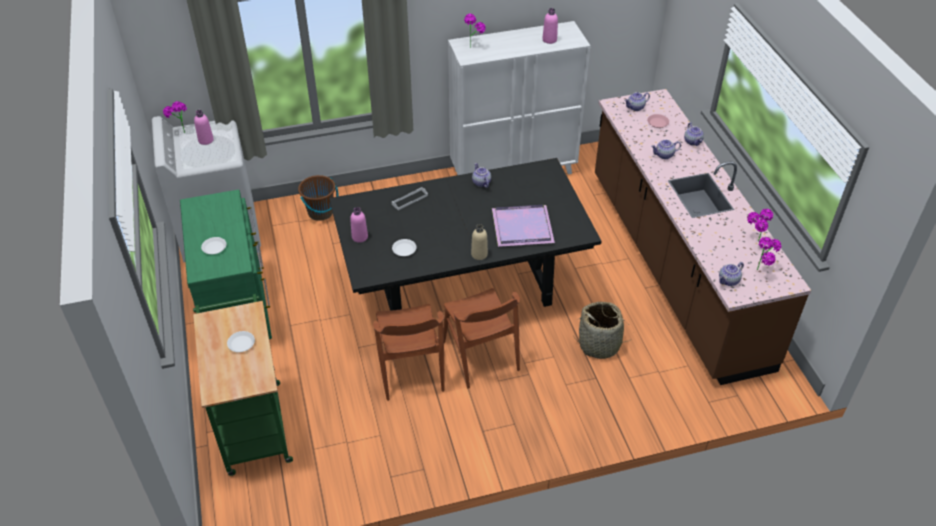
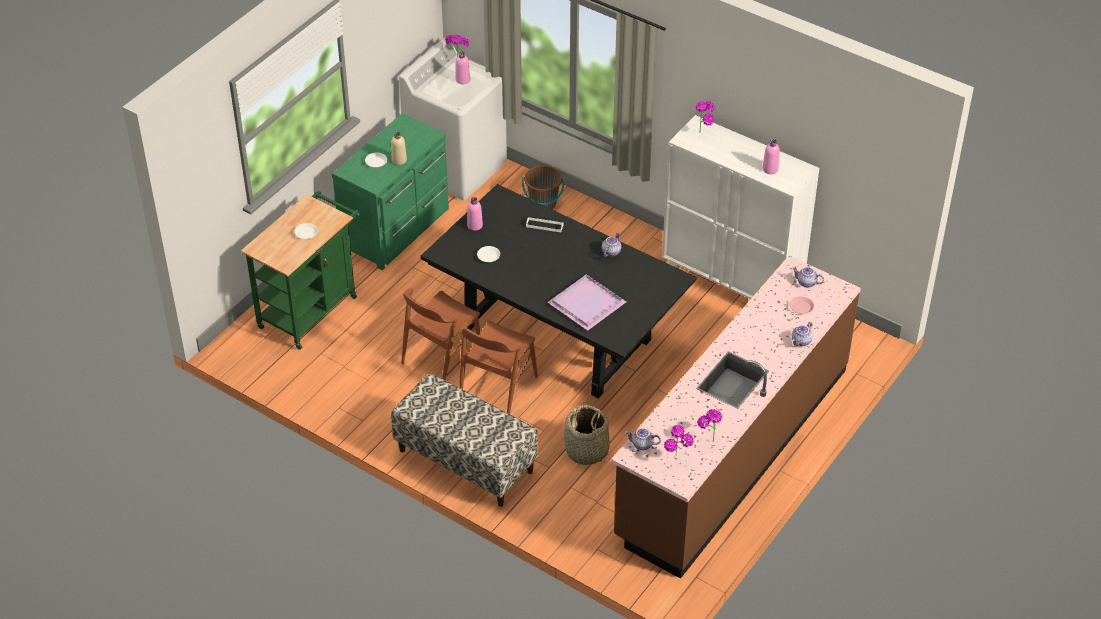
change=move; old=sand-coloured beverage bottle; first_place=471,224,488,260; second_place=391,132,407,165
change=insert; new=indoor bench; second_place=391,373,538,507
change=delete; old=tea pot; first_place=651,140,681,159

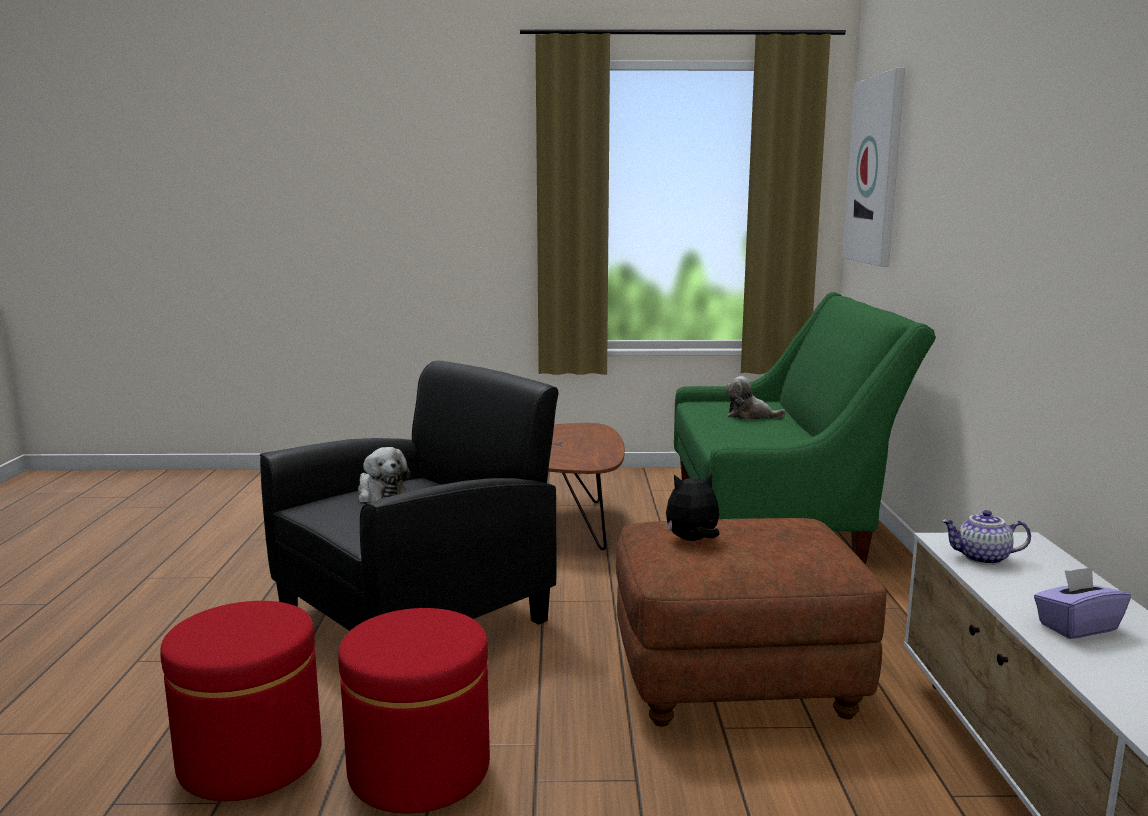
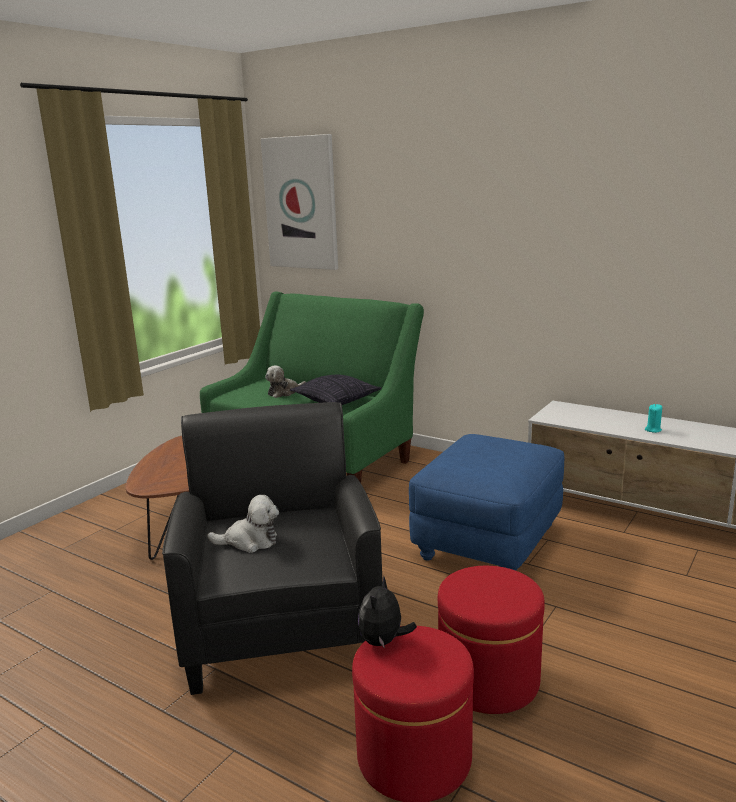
change=insert; new=cushion; second_place=290,375,382,405
change=move; old=plush toy; first_place=666,472,720,541; second_place=358,576,417,648
change=recolor; old=brownish pouffe; new=blue-coloured pouffe; first_place=616,518,886,727; second_place=409,434,564,571
change=replace; old=purplish tissue holder; new=turquoise wax candle; first_place=1034,567,1131,639; second_place=645,404,662,433
change=delete; old=tea pot; first_place=941,510,1031,565

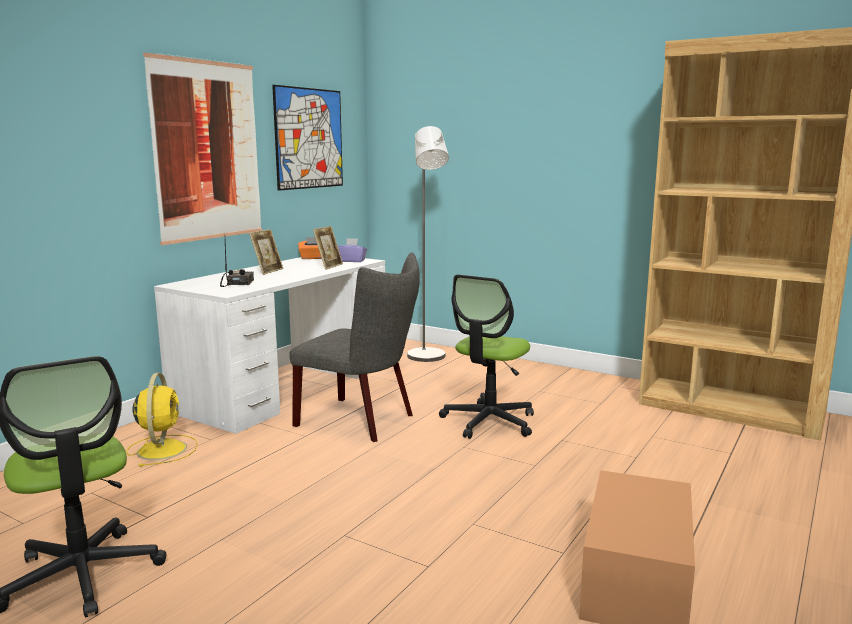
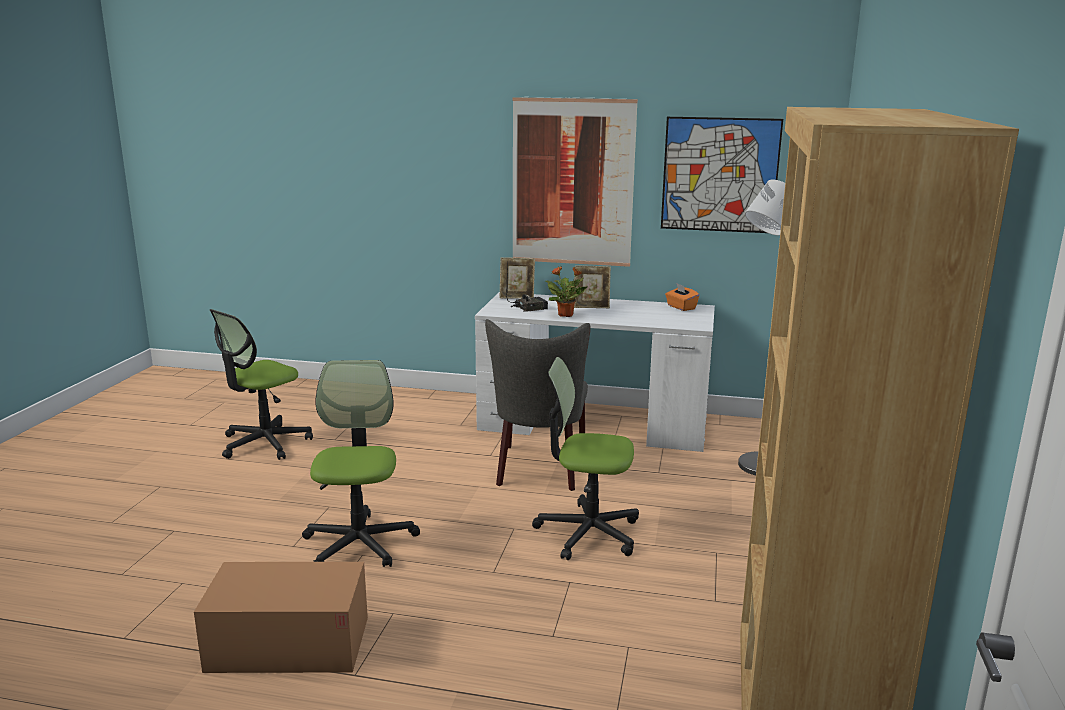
change=insert; new=office chair; second_place=302,360,420,567
change=move; old=standing frame; first_place=313,226,343,270; second_place=500,257,535,299
change=insert; new=houseplant; second_place=546,266,587,317
change=delete; old=yellowish electric fan; first_place=127,373,198,467
change=delete; old=purplish tissue holder; first_place=338,238,367,262

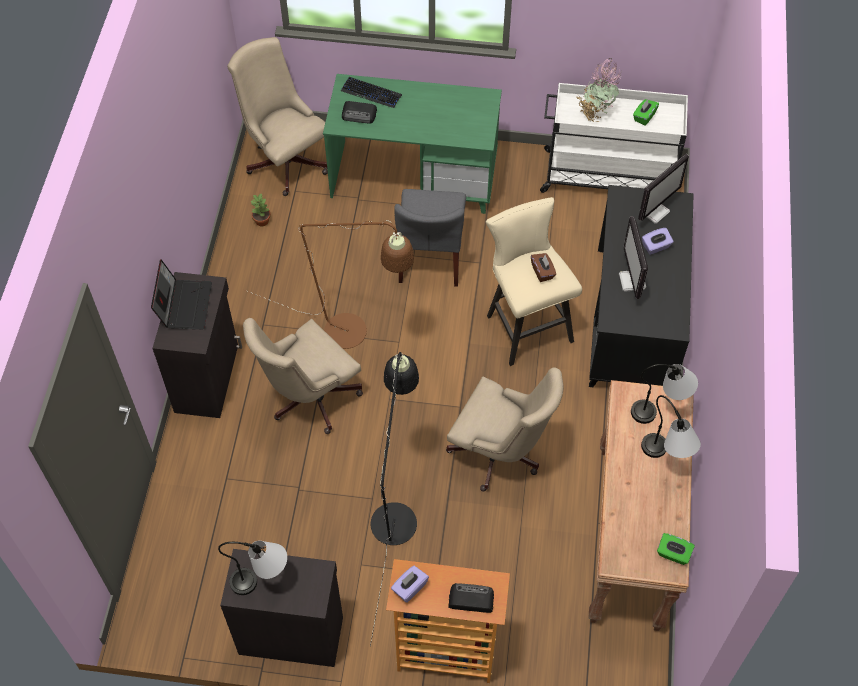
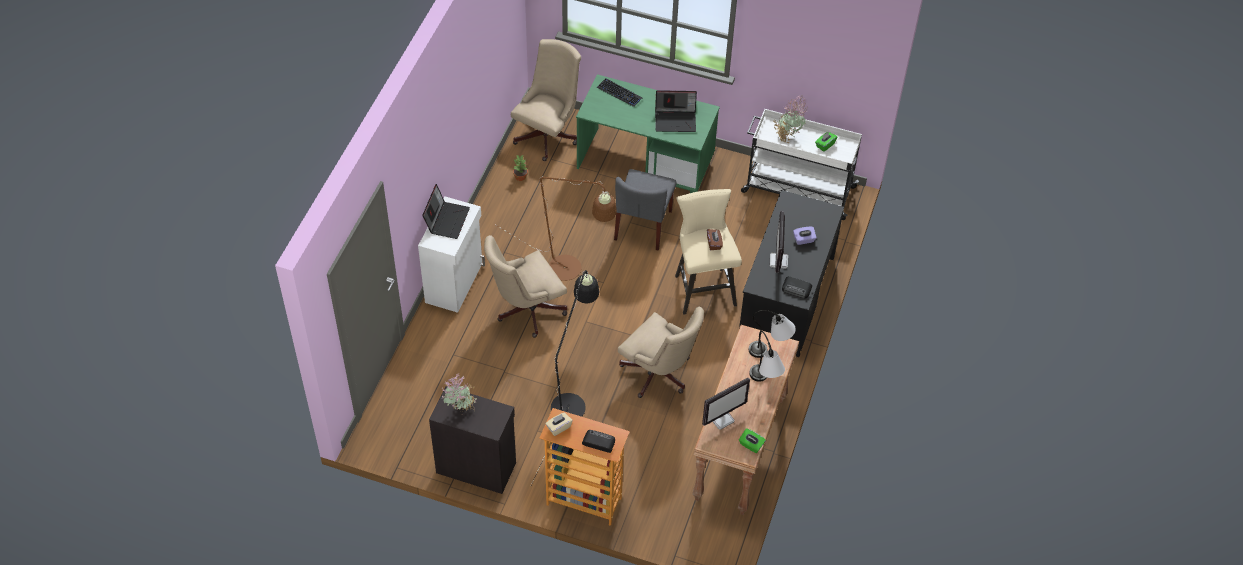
change=recolor; old=black-coloured cabinet; new=white cabinet; first_place=152,272,242,418; second_place=418,197,485,313
change=replace; old=table lamp; new=houseplant; first_place=218,541,287,595; second_place=441,374,477,411
change=rotate; old=sand-coloured office chair; first_place=227,37,328,196; second_place=511,39,581,161; degrees=60
change=recolor; old=purplish tissue holder; new=sand-coloured tissue holder; first_place=391,566,429,603; second_place=545,412,573,436
change=insert; new=laptop; second_place=655,90,697,132
change=move; old=computer display; first_place=638,154,689,223; second_place=702,378,750,430
change=move; old=radio receiver; first_place=342,101,377,124; second_place=782,276,812,298

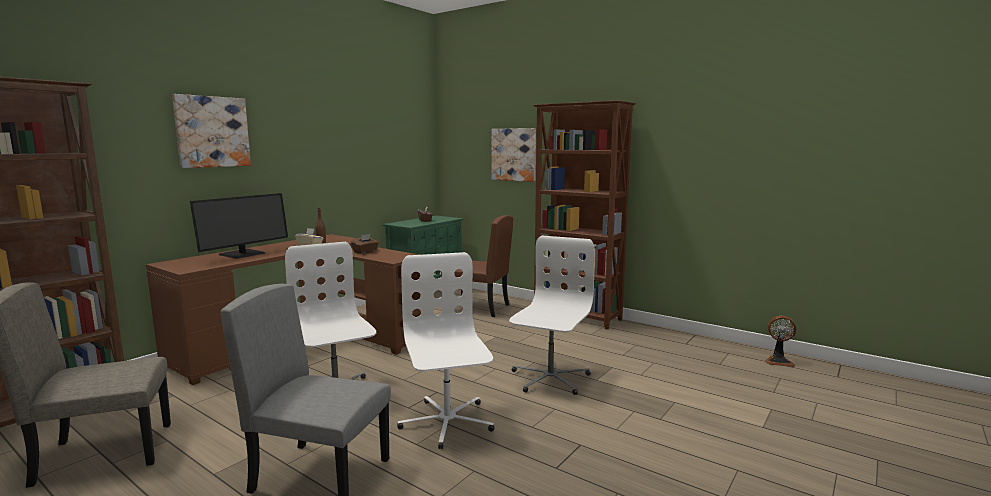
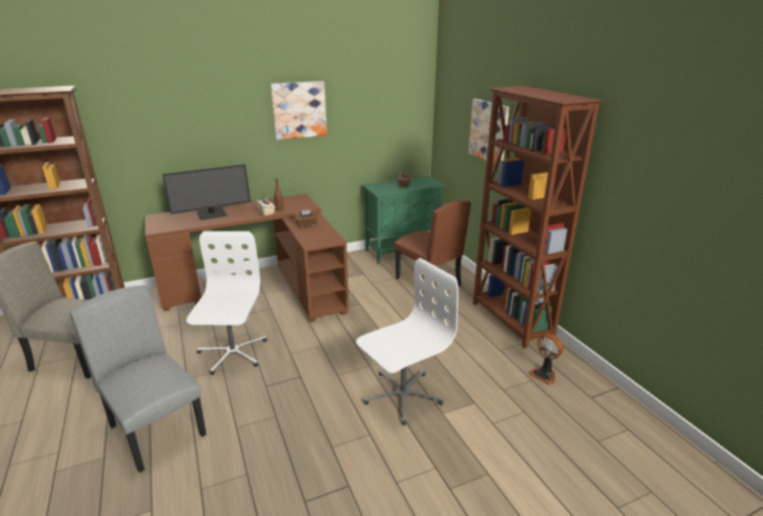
change=move; old=picture; first_place=172,94,251,168; second_place=270,81,327,140
change=move; old=electric fan; first_place=765,316,796,367; second_place=529,334,563,385
change=delete; old=white office chair; first_place=397,252,495,449

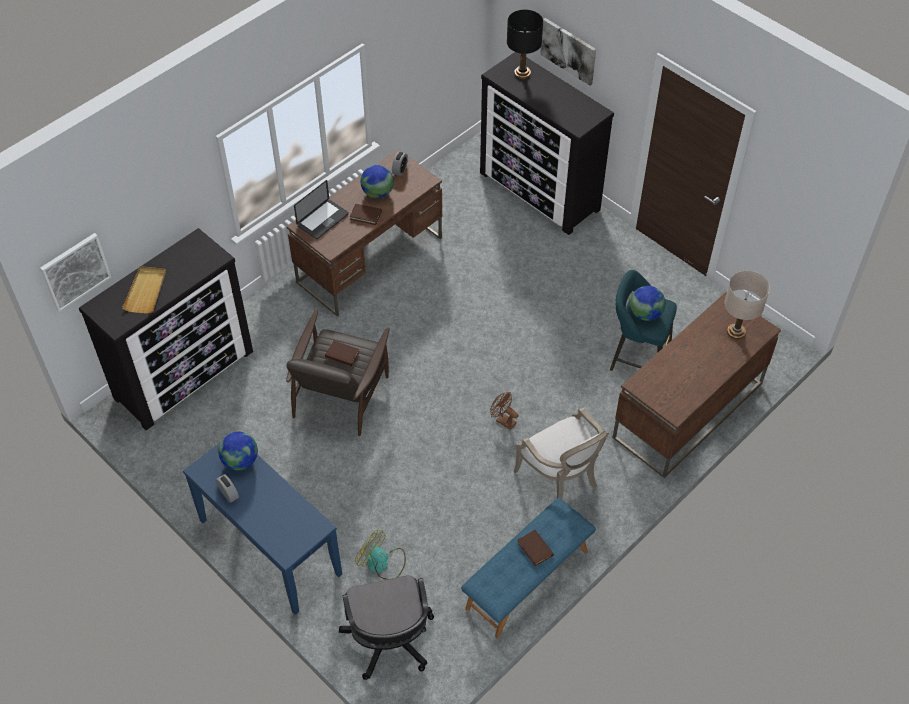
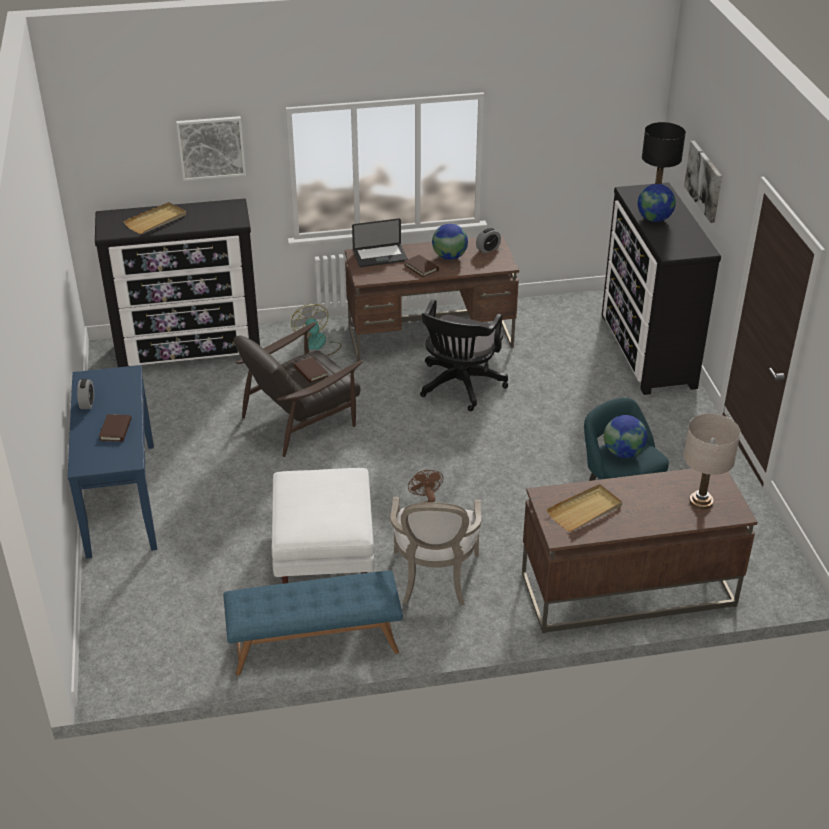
change=move; old=brownish book; first_place=517,530,554,566; second_place=99,414,132,442
change=move; old=picture; first_place=40,233,111,312; second_place=176,116,246,181
change=insert; new=white pouffe; second_place=272,468,374,584
change=move; old=electric fan; first_place=355,530,406,580; second_place=291,304,342,356
change=move; old=black-coloured office chair; first_place=339,575,434,680; second_place=420,299,508,411
change=insert; new=sand-coloured carrying tray; second_place=547,484,622,532
change=move; old=desk globe; first_place=218,431,258,470; second_place=637,184,676,222

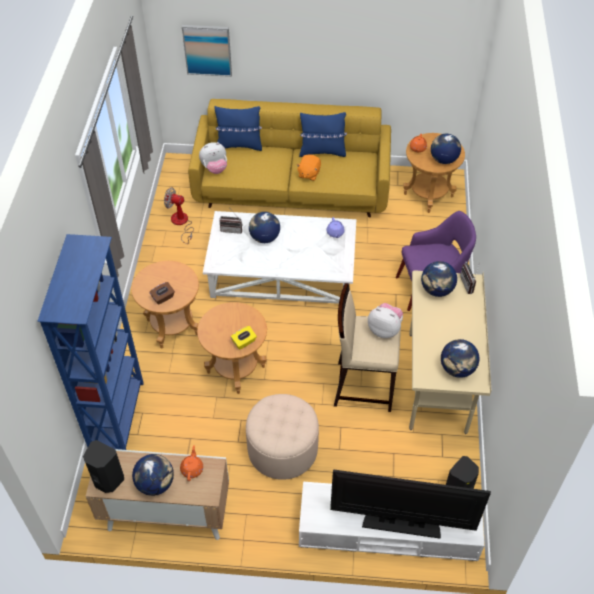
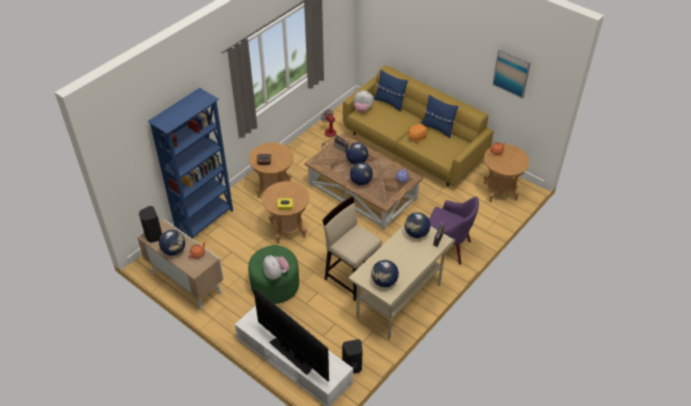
change=recolor; old=sand-coloured pouffe; new=greenish pouffe; first_place=246,394,319,480; second_place=248,245,299,304
change=move; old=plush toy; first_place=368,303,403,338; second_place=263,255,290,280
change=recolor; old=white coffee table; new=brownish coffee table; first_place=203,211,356,304; second_place=305,133,423,230
change=move; old=desk globe; first_place=431,134,461,164; second_place=350,162,373,185
change=move; old=picture; first_place=182,25,232,77; second_place=492,49,531,98

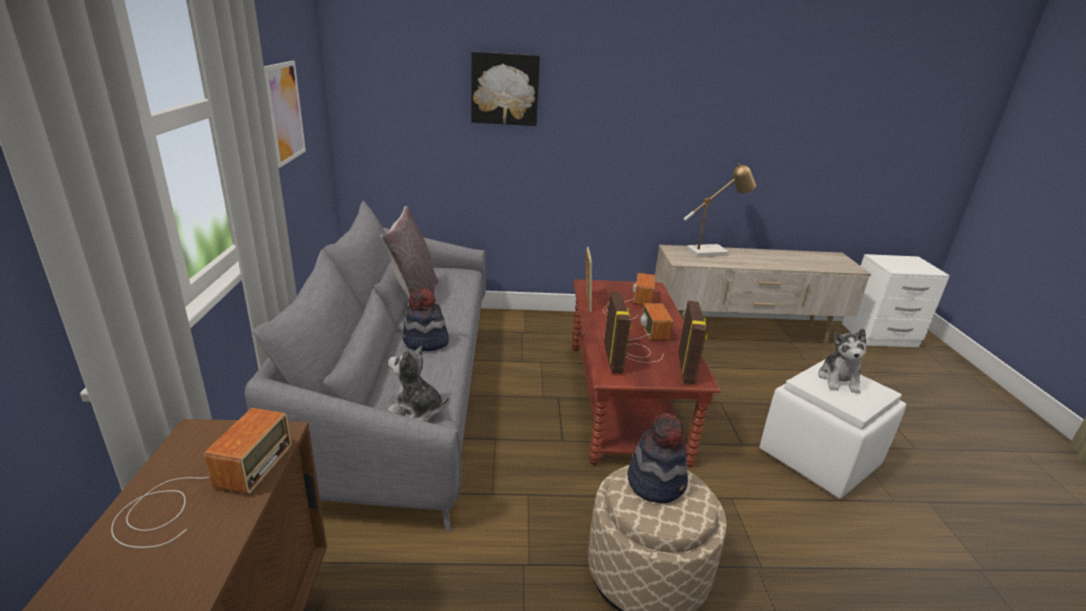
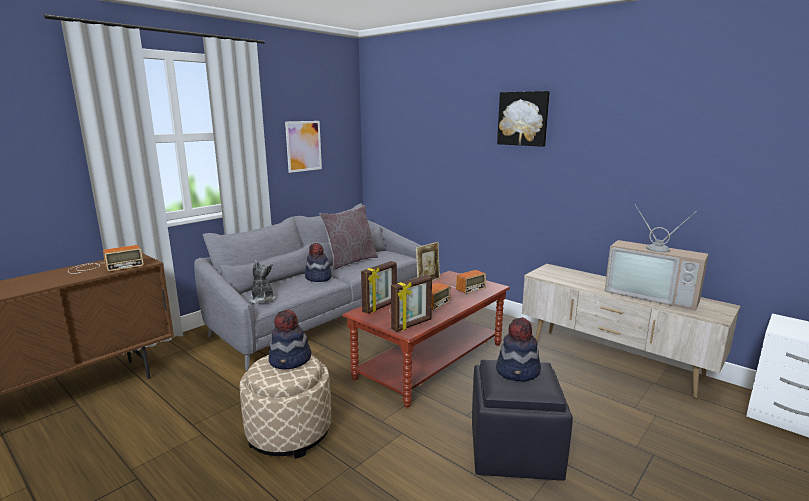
change=recolor; old=white pouffe; new=black-coloured pouffe; first_place=760,359,906,498; second_place=472,360,573,481
change=replace; old=plush toy; new=hat; first_place=818,329,866,394; second_place=496,317,541,381
change=move; old=picture; first_place=471,51,540,126; second_place=497,91,550,147
change=insert; new=TV; second_place=605,205,709,311
change=delete; old=table lamp; first_place=683,163,756,257

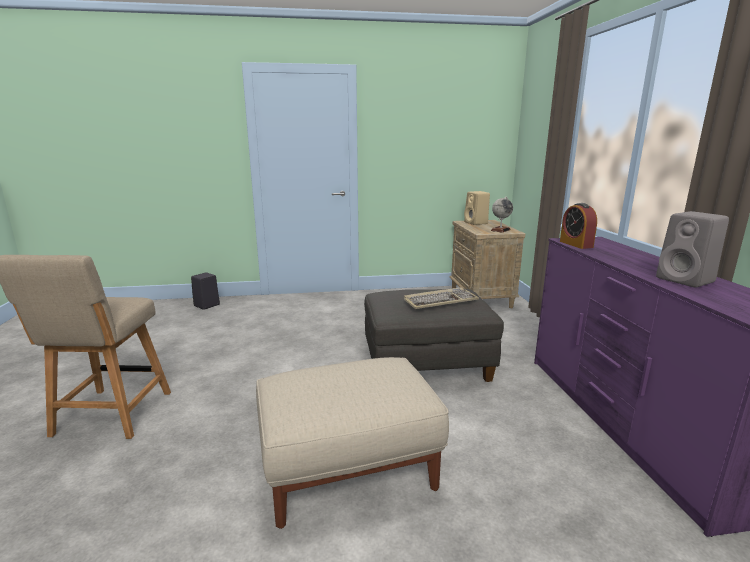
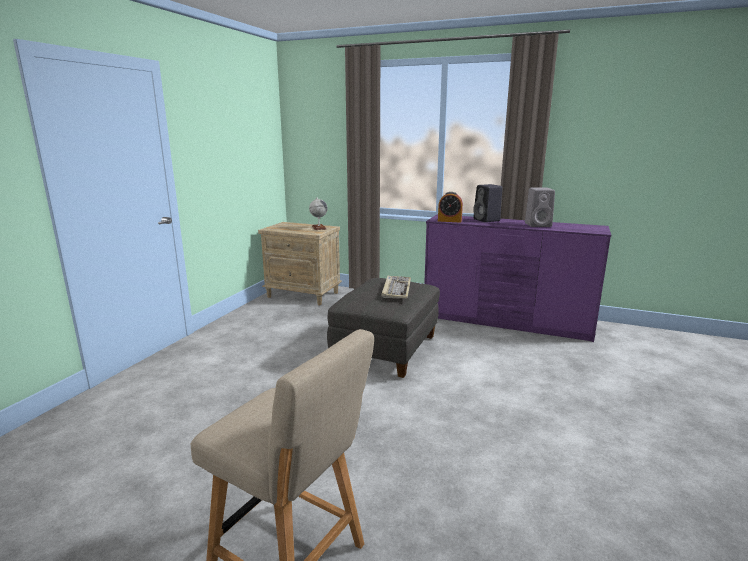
change=move; old=black-coloured loudspeaker; first_place=191,272,220,310; second_place=473,184,503,222
change=delete; old=sand-coloured pouffe; first_place=256,357,449,529
change=delete; old=sand-coloured loudspeaker; first_place=464,191,490,225

